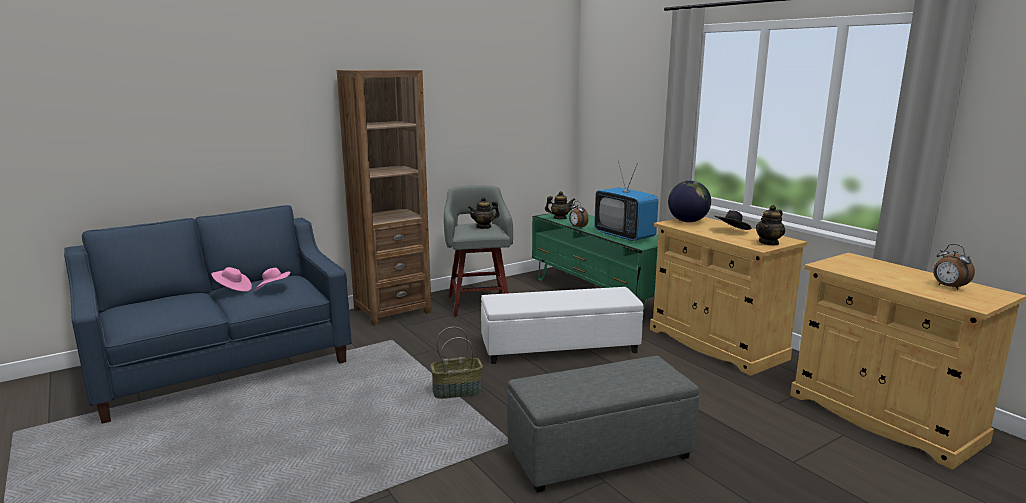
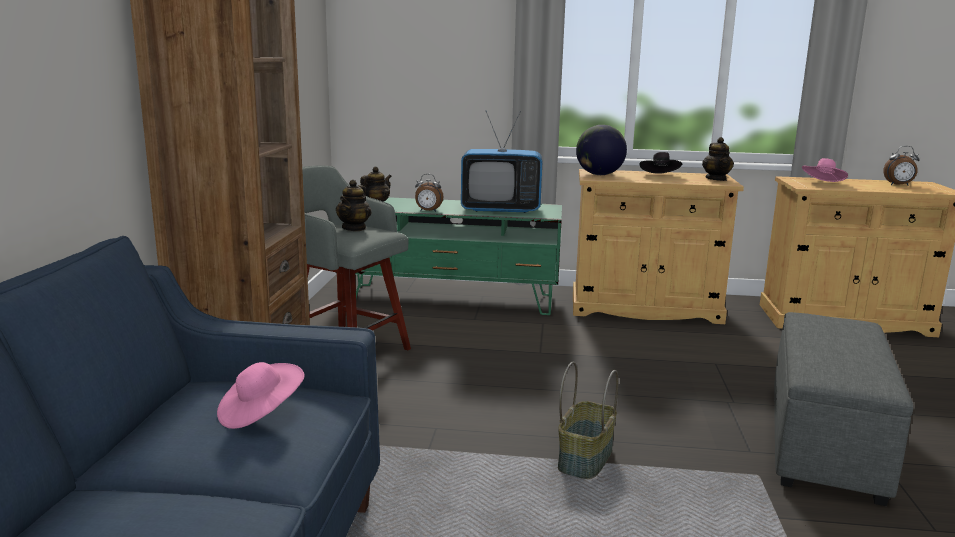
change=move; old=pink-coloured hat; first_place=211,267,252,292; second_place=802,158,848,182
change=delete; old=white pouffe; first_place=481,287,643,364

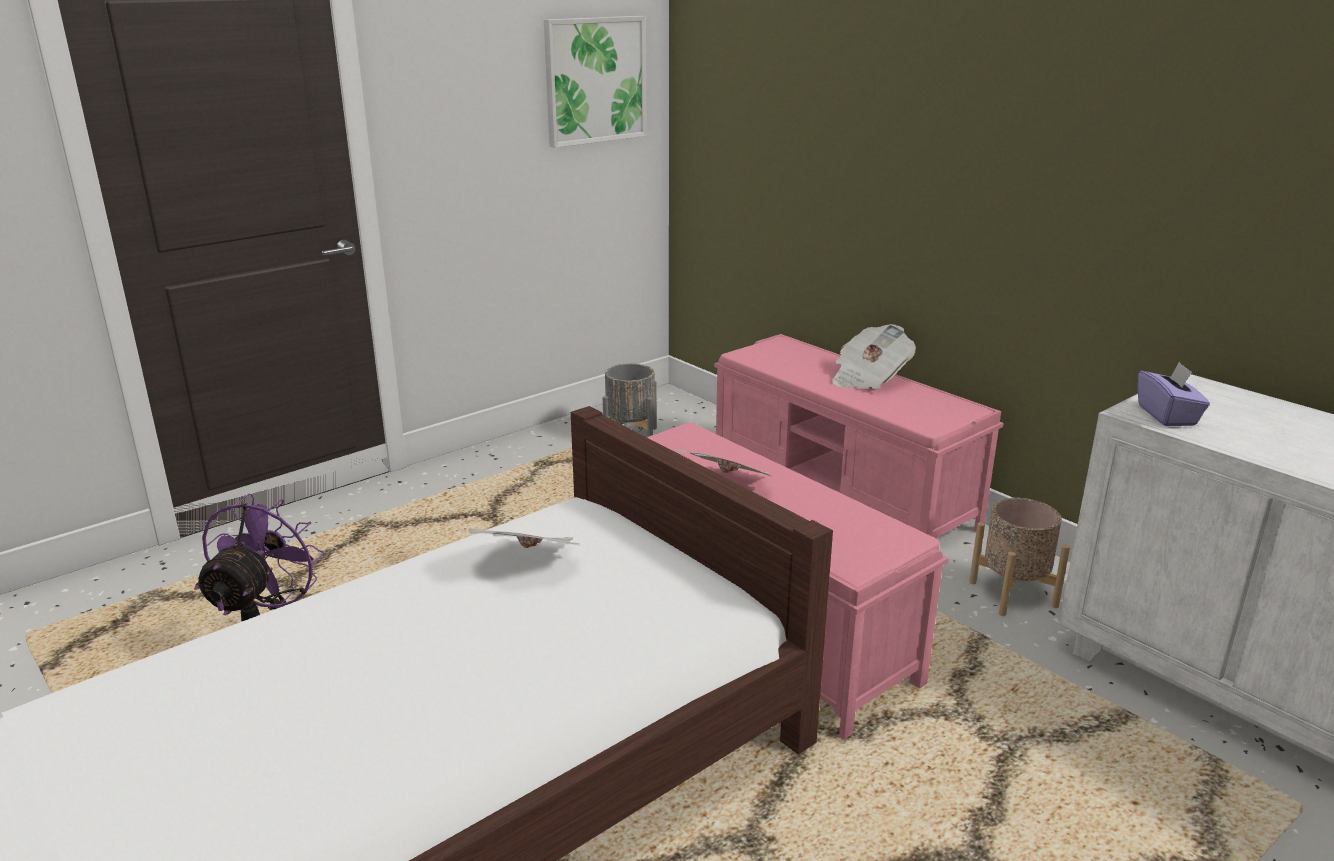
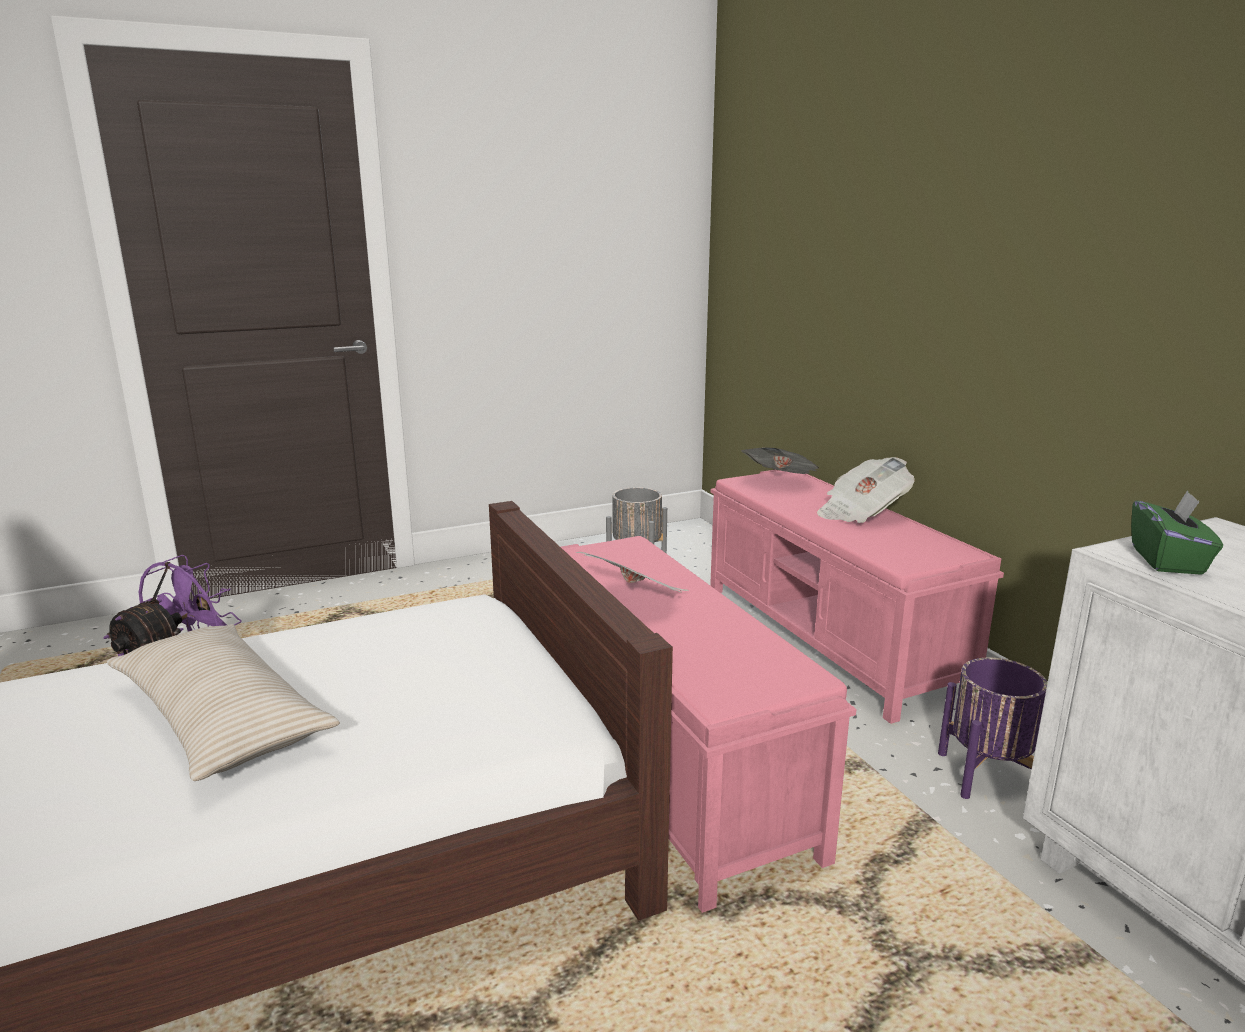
change=insert; new=sand-coloured cushion; second_place=107,624,340,781
change=move; old=printed paper; first_place=468,529,580,548; second_place=741,448,819,474
change=recolor; old=sand-coloured plant pot; new=purplish plant pot; first_place=969,498,1070,616; second_place=938,658,1048,799
change=recolor; old=purplish tissue holder; new=greenish tissue holder; first_place=1138,362,1210,426; second_place=1131,490,1223,575
change=delete; old=picture; first_place=544,16,647,148

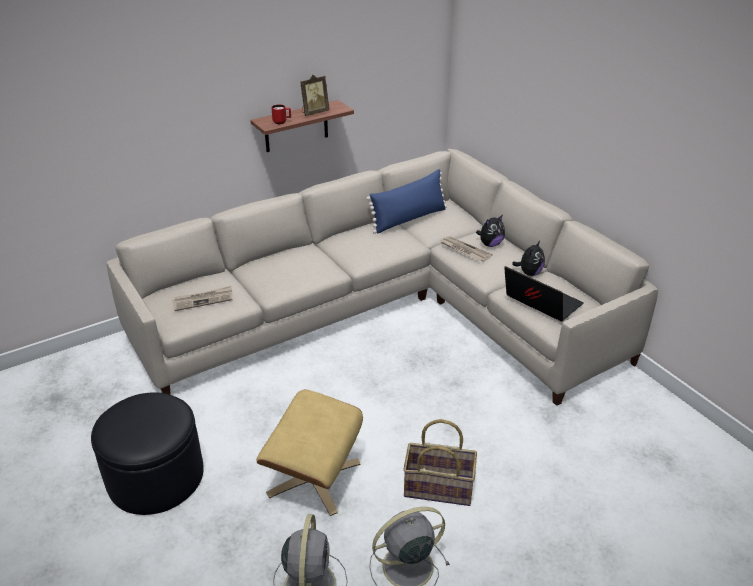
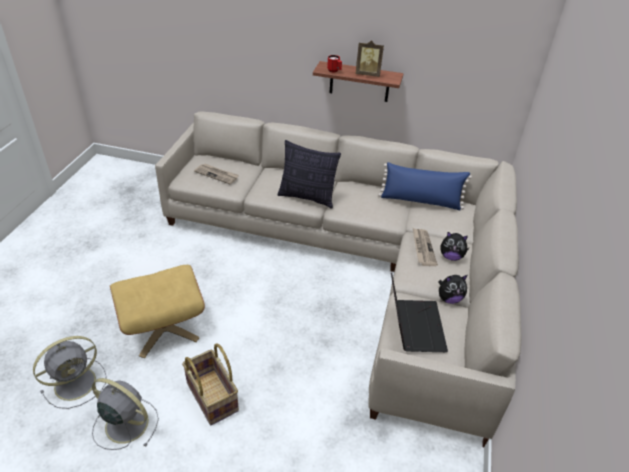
change=insert; new=cushion; second_place=278,140,341,209
change=delete; old=black-coloured pouffe; first_place=91,392,204,515

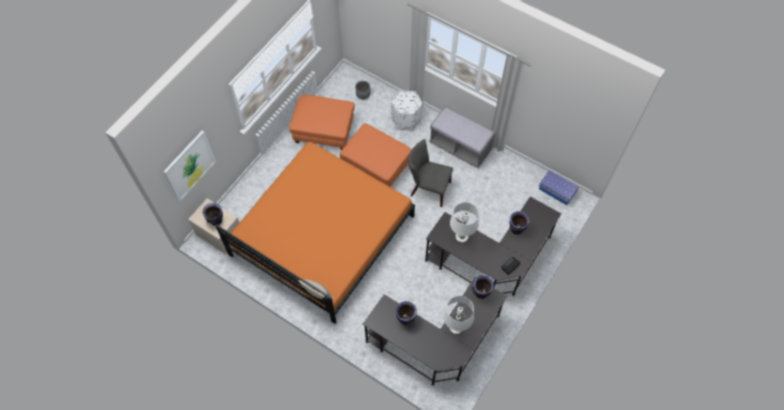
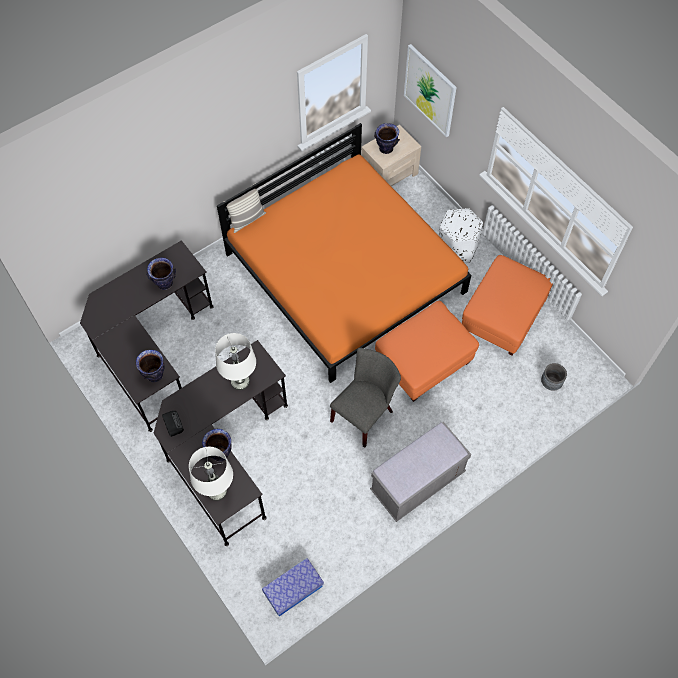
change=move; old=white table lamp; first_place=443,296,474,335; second_place=189,447,233,501
change=move; old=white pouffe; first_place=391,90,423,131; second_place=439,208,483,263

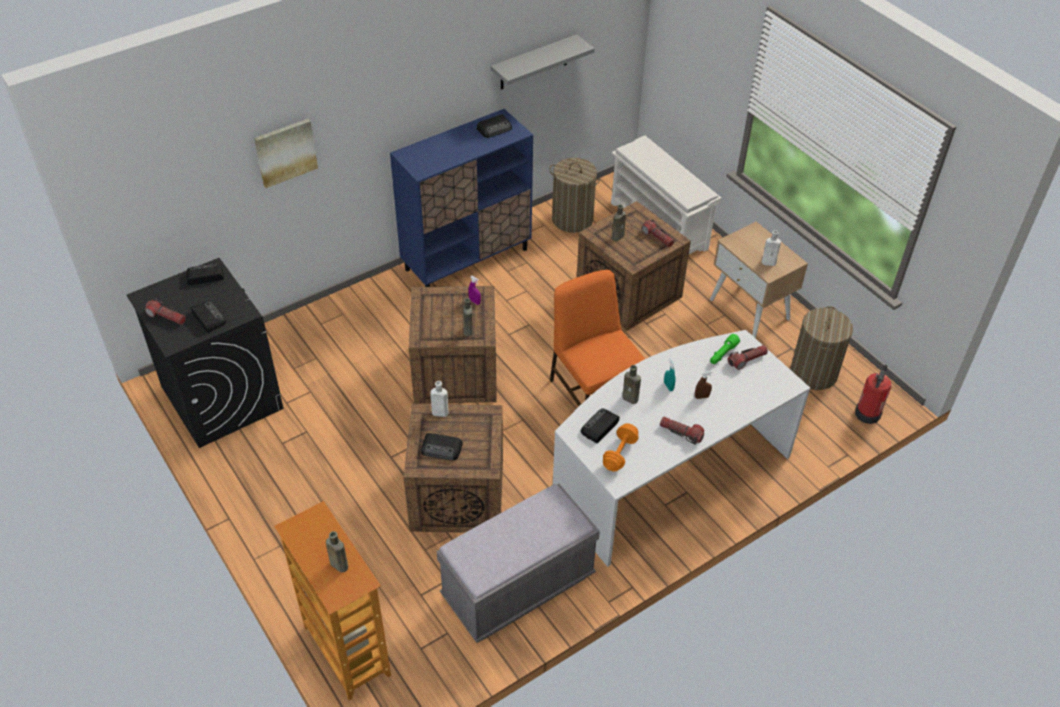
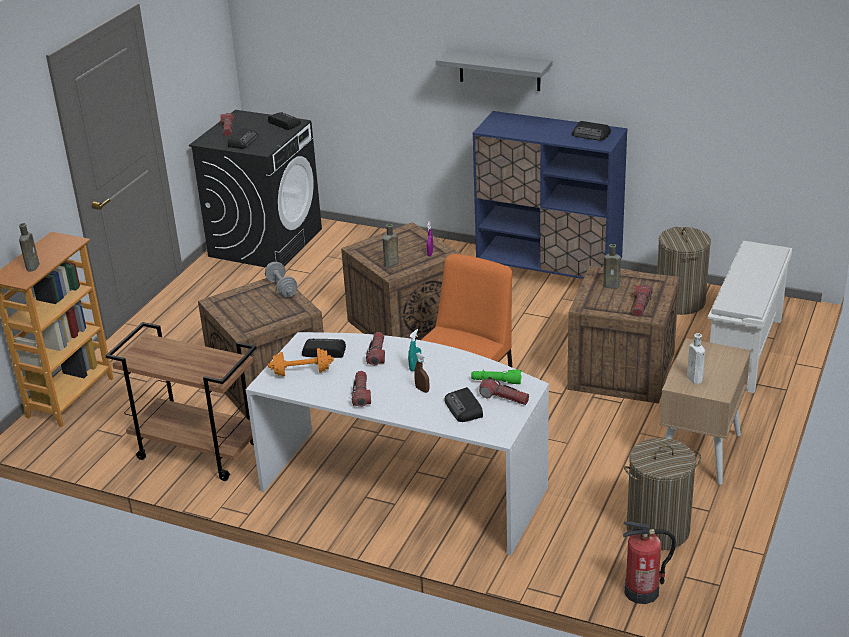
change=replace; old=gray indoor bench; new=brownish trolley; first_place=436,484,600,643; second_place=105,322,257,481
change=replace; old=white beverage bottle; new=gray free weight; first_place=430,381,449,417; second_place=265,262,297,297
change=replace; old=brownish beverage bottle; new=flashlight; first_place=622,365,641,404; second_place=366,332,385,365
change=move; old=gray wall shelf; first_place=491,34,595,90; second_place=436,49,552,91
change=move; old=radio receiver; first_place=421,433,463,461; second_place=444,387,483,422
change=delete; old=picture; first_place=254,119,318,188

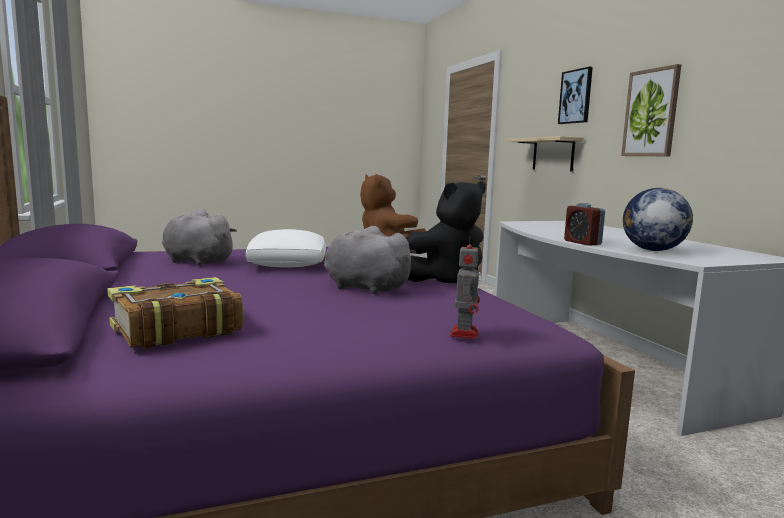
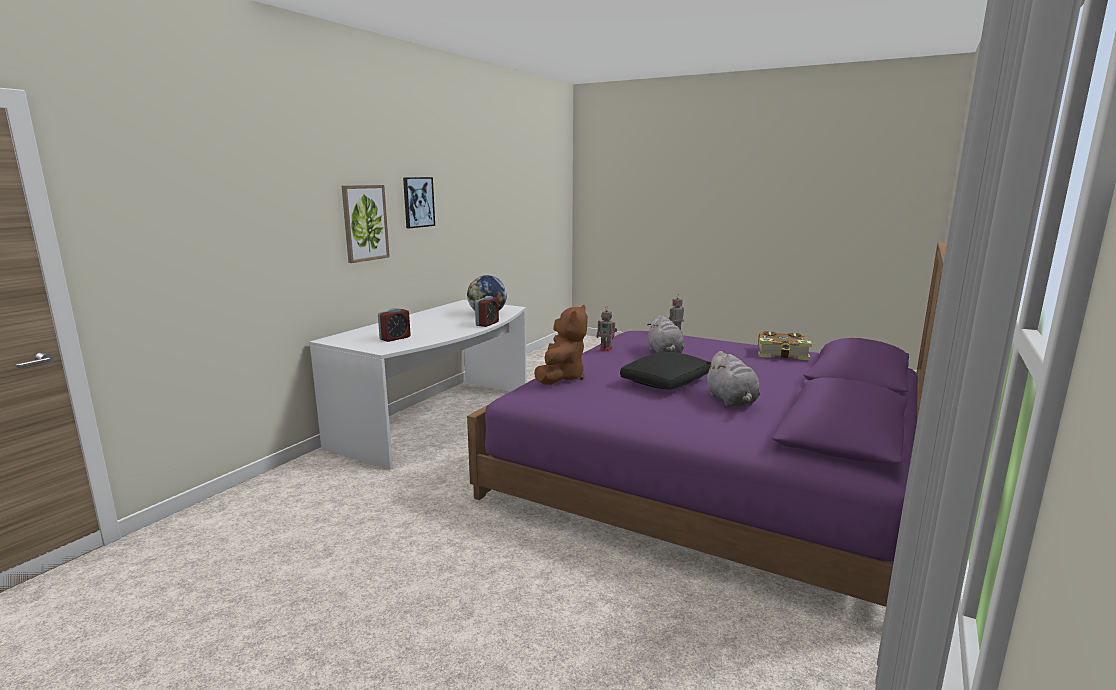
change=insert; new=table clock; second_place=378,308,411,342
change=move; old=picture; first_place=558,67,593,124; second_place=403,177,435,228
change=replace; old=black-coloured plush toy; new=model robot; first_place=406,181,486,283; second_place=596,306,617,351
change=recolor; old=white cushion; new=black-coloured cushion; first_place=246,229,326,267; second_place=620,351,711,390
change=delete; old=sand-coloured wall shelf; first_place=508,136,584,171

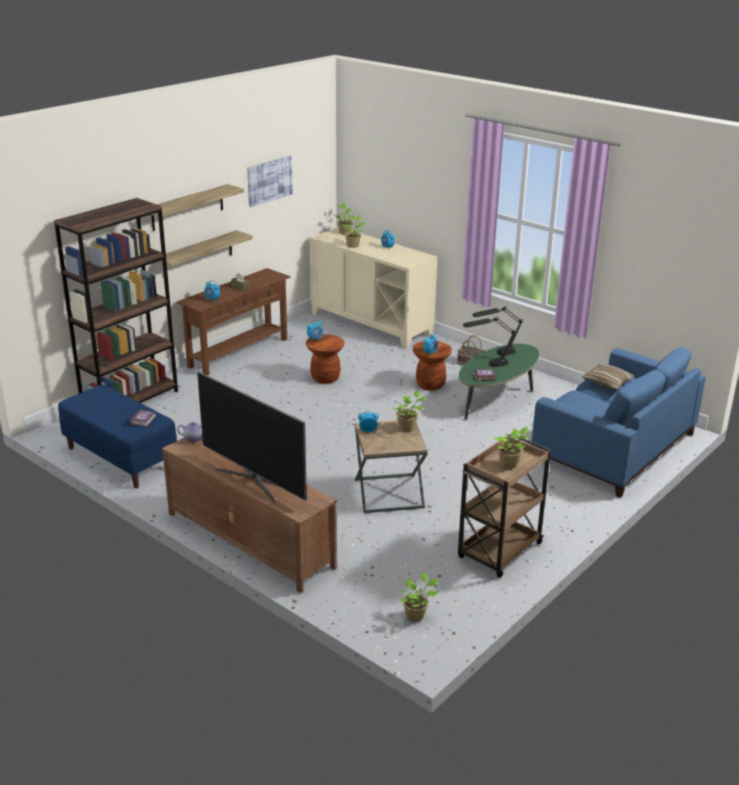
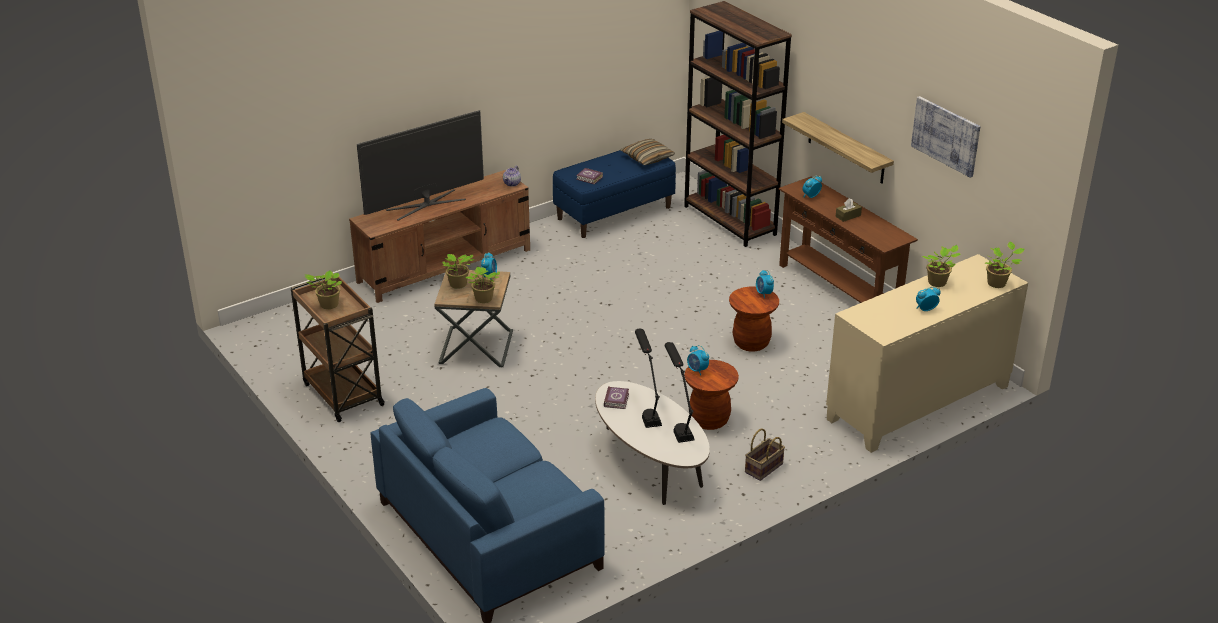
change=move; old=houseplant; first_place=401,573,438,622; second_place=442,254,475,289
change=recolor; old=greenish coffee table; new=white coffee table; first_place=459,344,539,420; second_place=595,381,710,505
change=move; old=cushion; first_place=583,364,635,390; second_place=620,139,675,165
change=delete; old=wall shelf; first_place=151,184,244,231

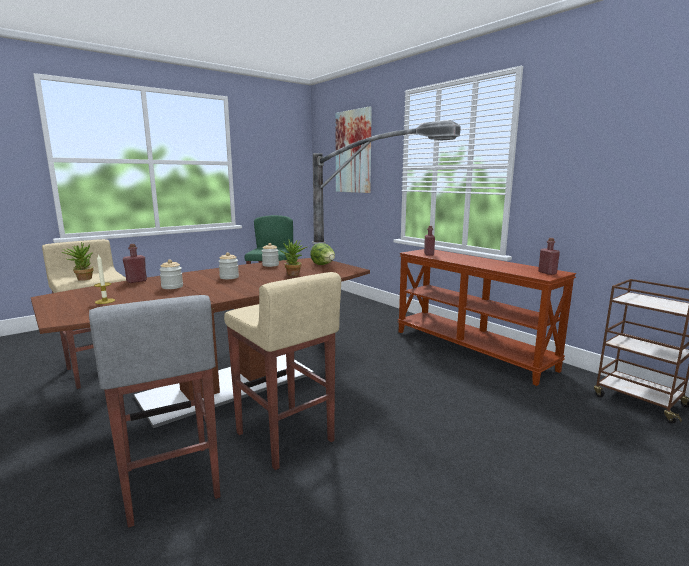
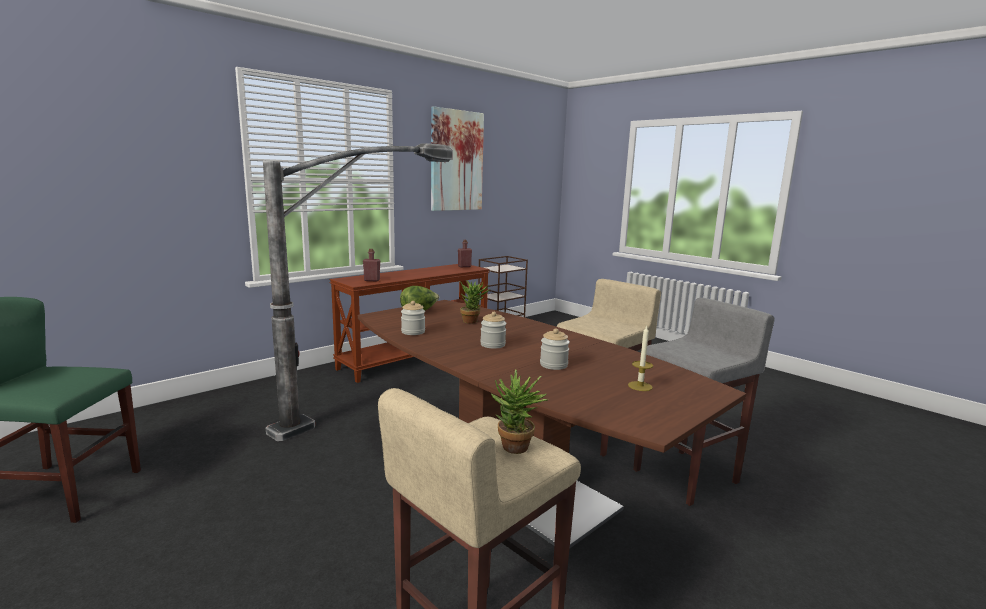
change=move; old=picture; first_place=335,106,372,193; second_place=431,106,484,211
change=delete; old=red-coloured beverage bottle; first_place=123,244,147,283

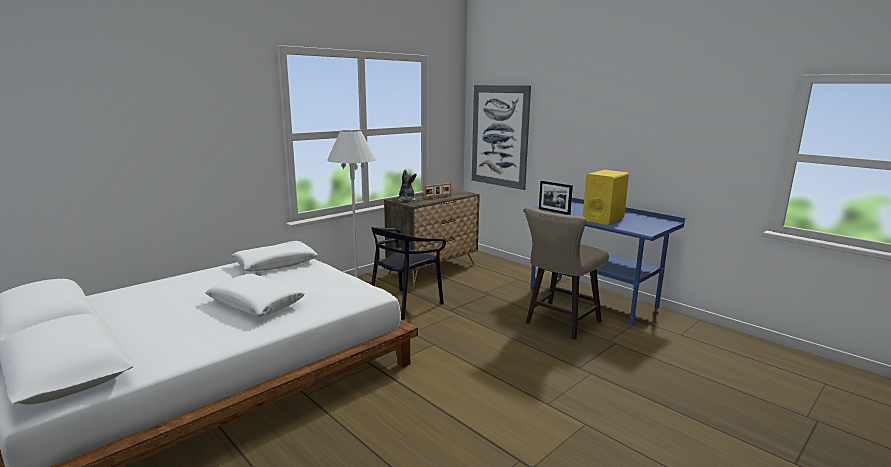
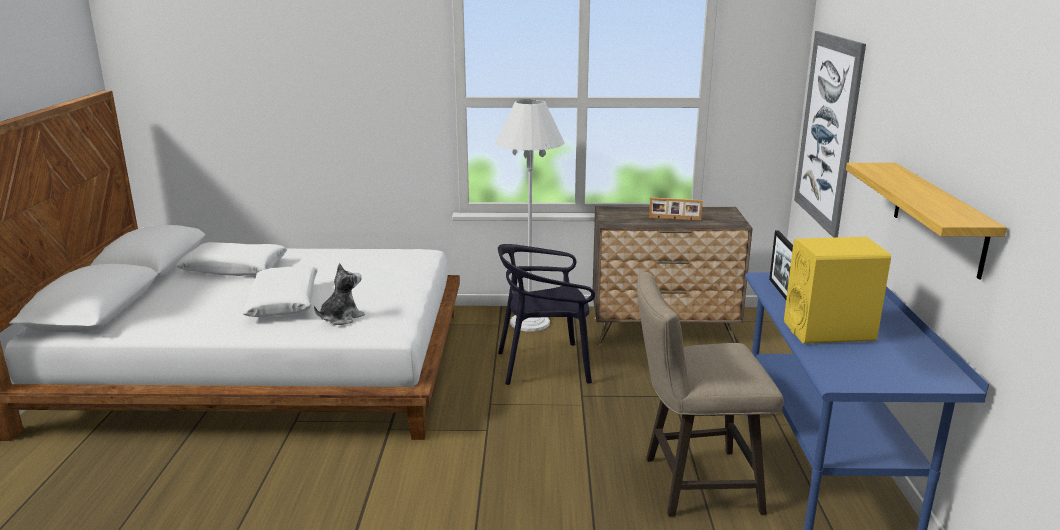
change=move; old=white cushion; first_place=232,241,318,272; second_place=176,242,287,276
change=move; old=plush toy; first_place=397,170,416,201; second_place=314,263,365,325
change=insert; new=wall shelf; second_place=846,163,1007,279

